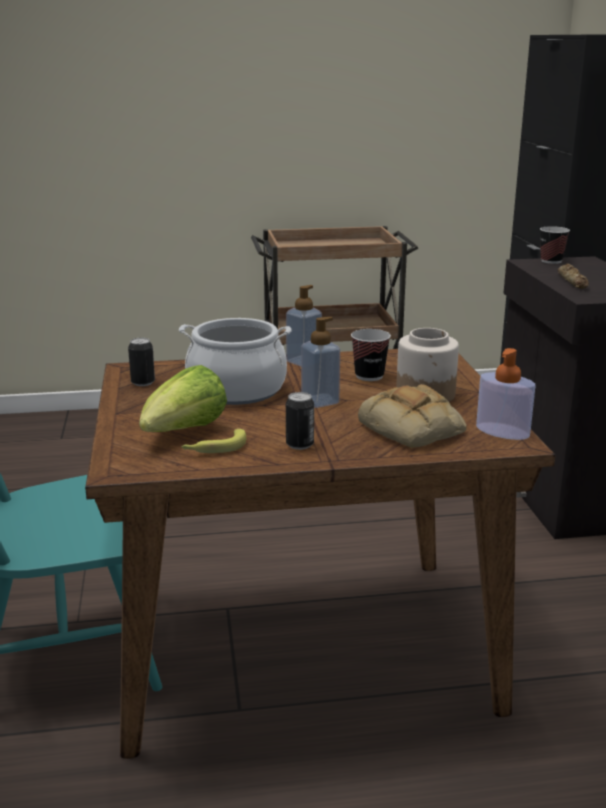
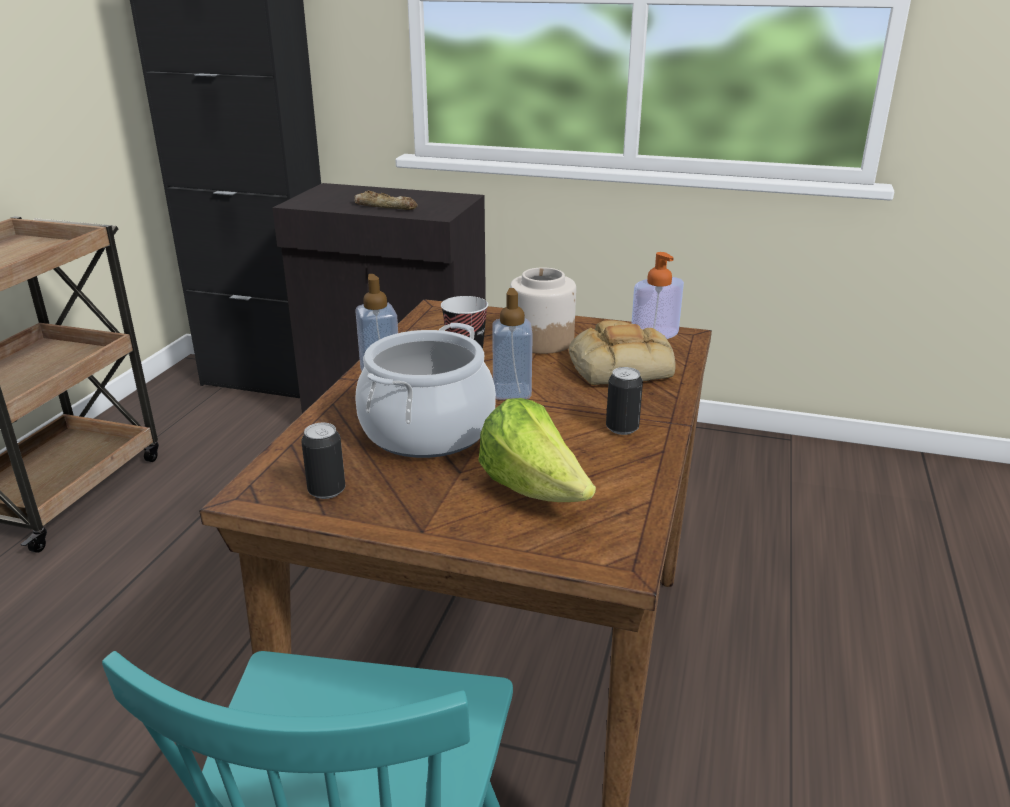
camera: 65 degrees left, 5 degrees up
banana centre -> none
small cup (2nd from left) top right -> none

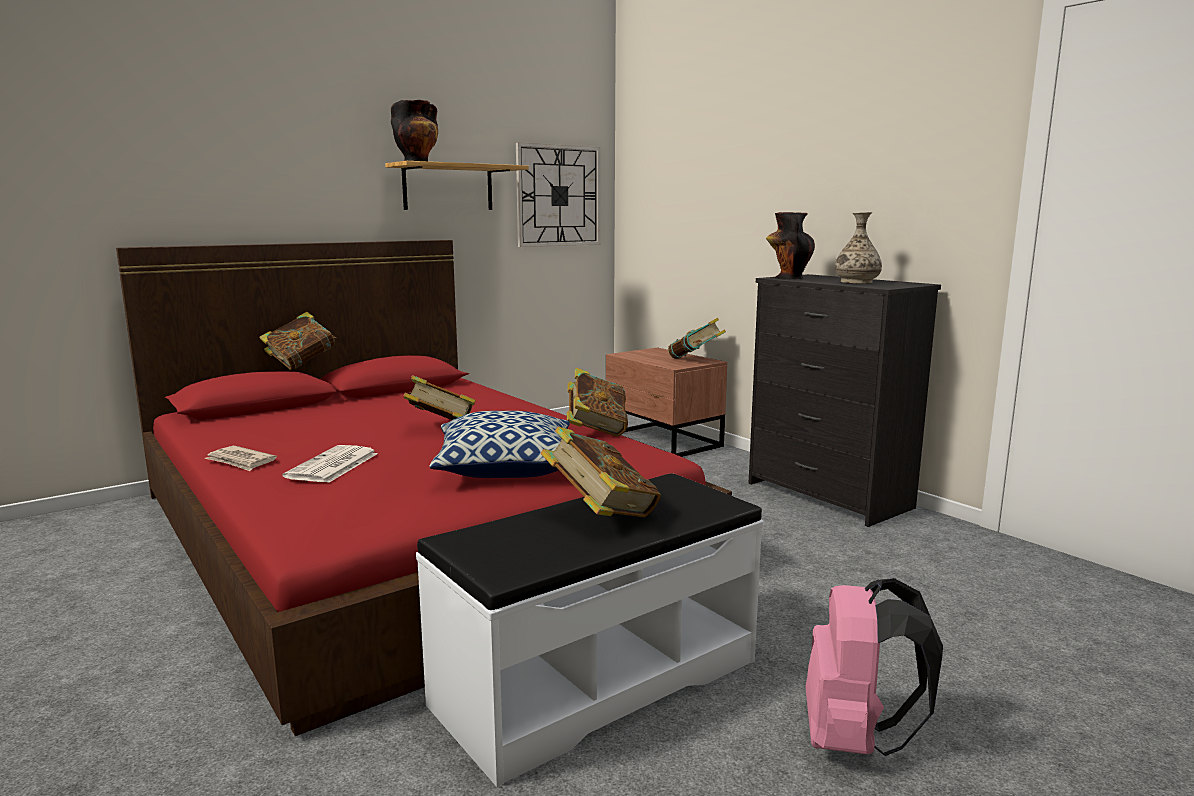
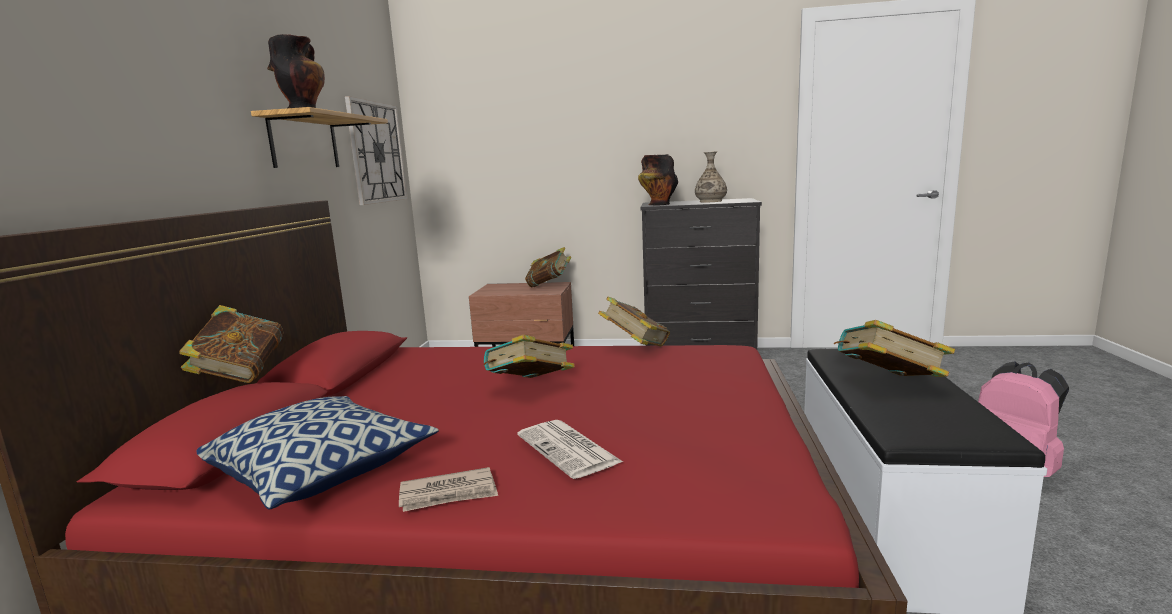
camera: 45 degrees left, 0 degrees up
pillow centre -> pillow bottom left, moved

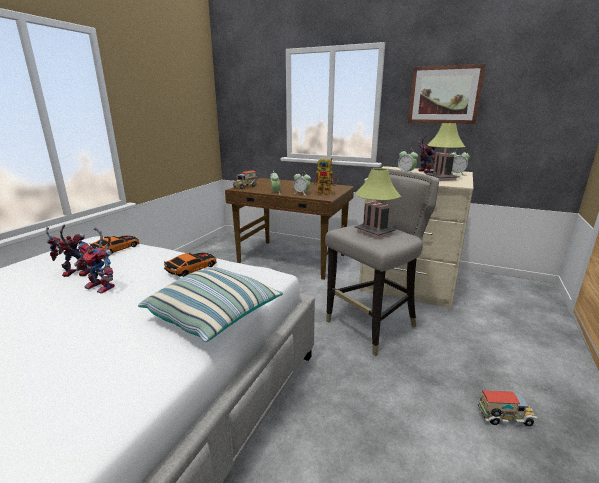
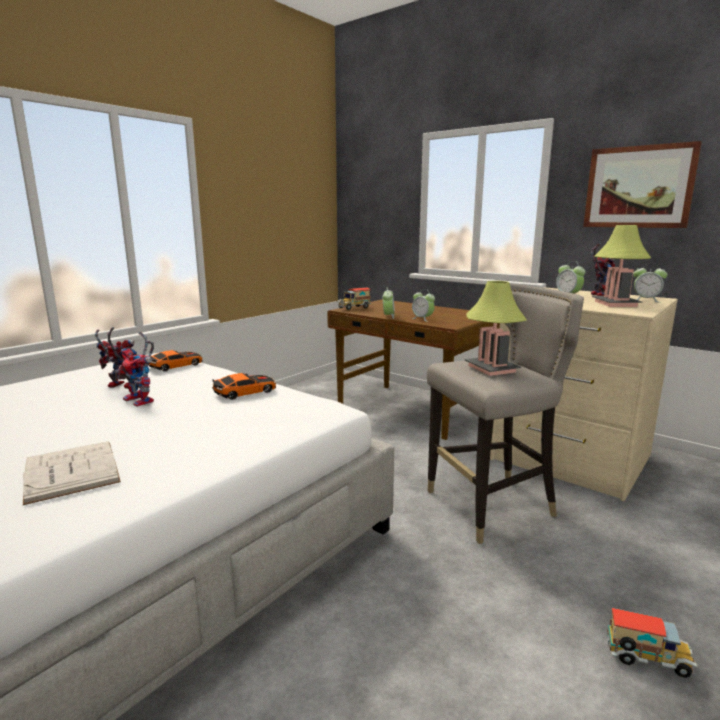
camera: 15 degrees right, 5 degrees down
pillow centre -> none
robot figure (3rd from left) centre -> none
none -> volume in white middle left

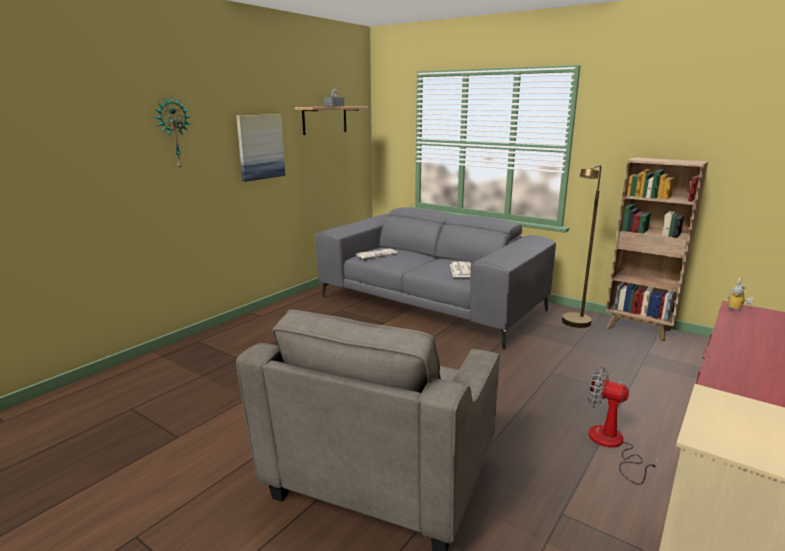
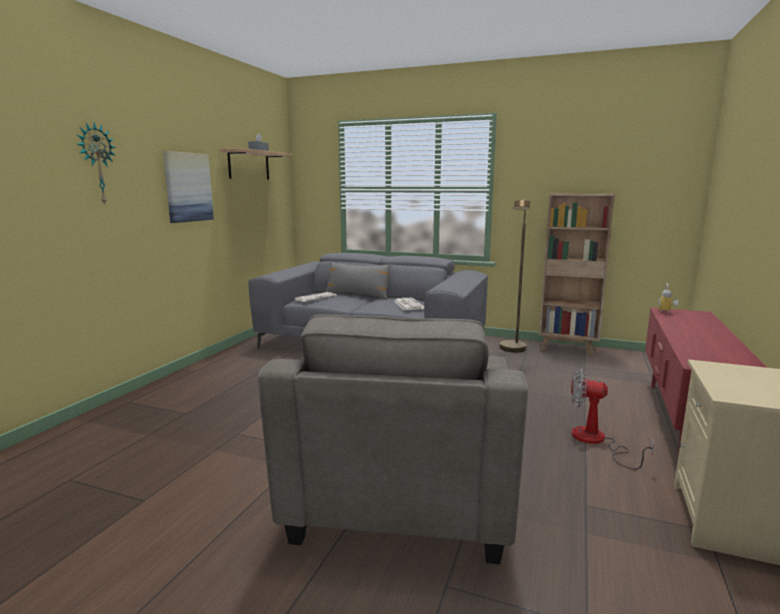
camera: 15 degrees left, 5 degrees down
none -> pillow in greyish centre

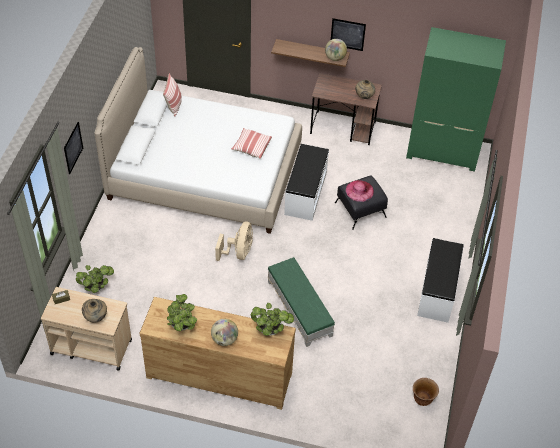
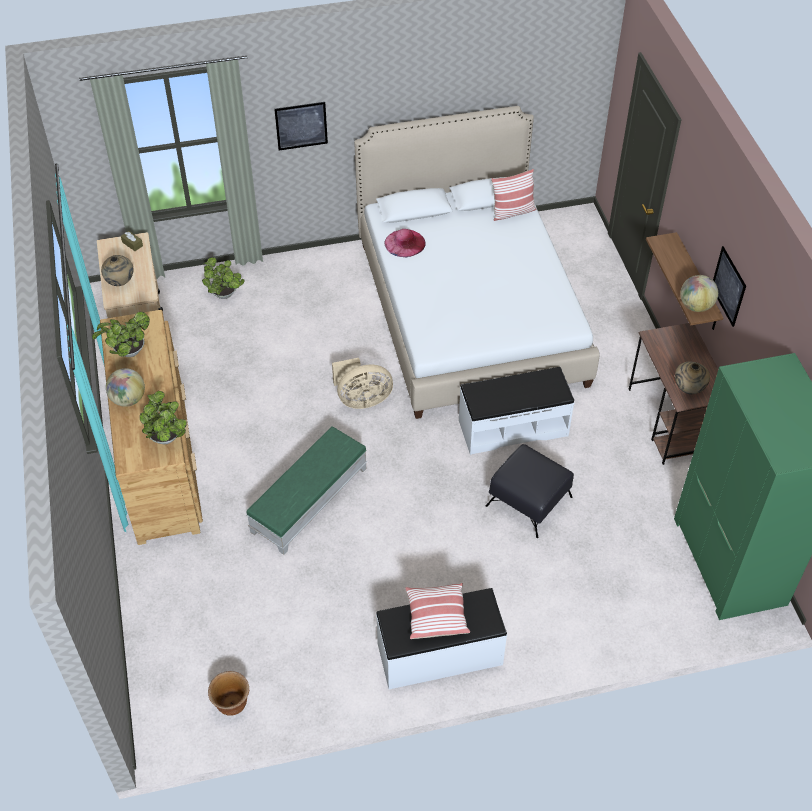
camera: 65 degrees right, 0 degrees up
pillow (2nd from left in the first image) top centre -> pillow (1st from left) bottom centre, moved
hat in pinkish centre -> hat in pinkish top centre, moved

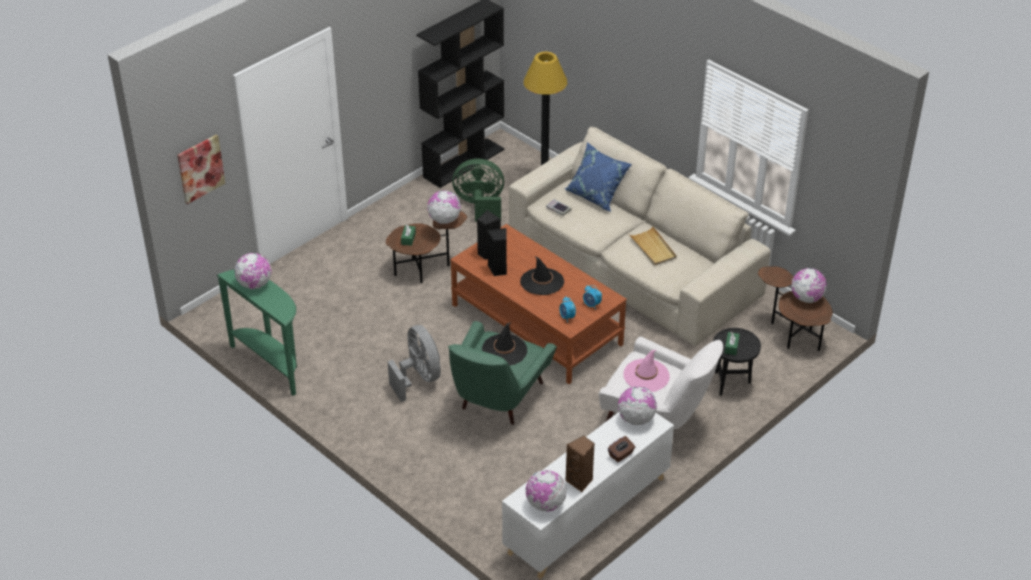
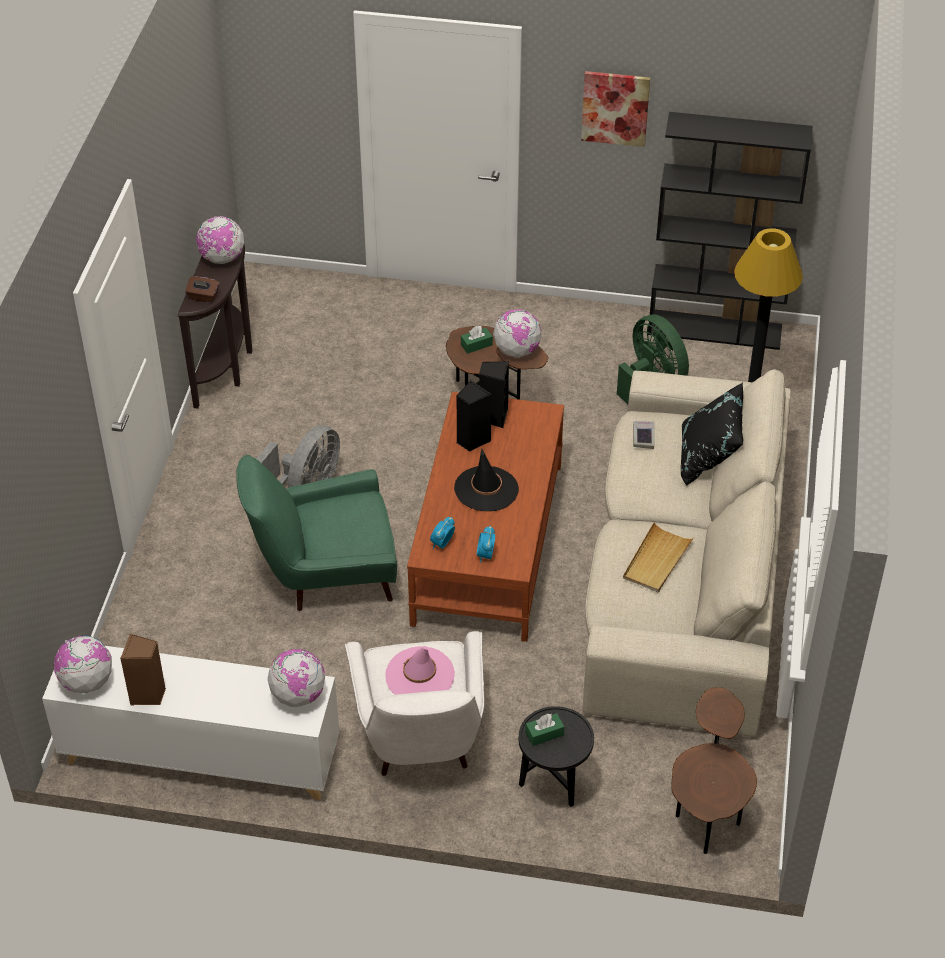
camera: 55 degrees right, 5 degrees up
hat in black (1st from left) centre -> none
globe (5th from left) middle right -> none
wall art top left -> wall art top centre, moved
box of tissues in brown-coloured bottom centre -> box of tissues in brown-coloured top left, moved
console table in green-coloured middle left -> console table in brown-coloured middle left
pillow in blue top centre -> pillow in black middle right

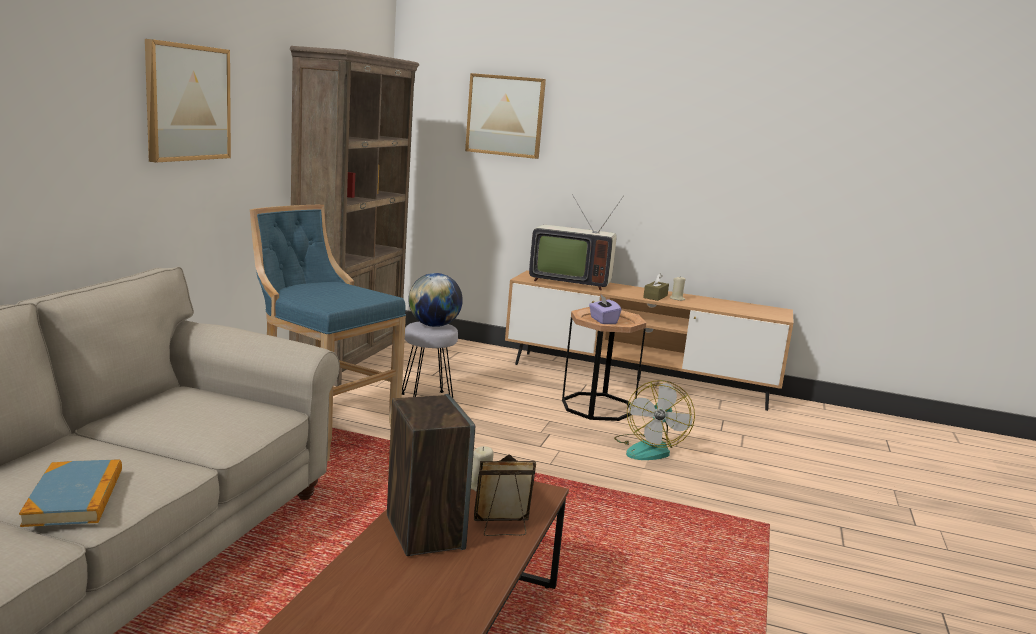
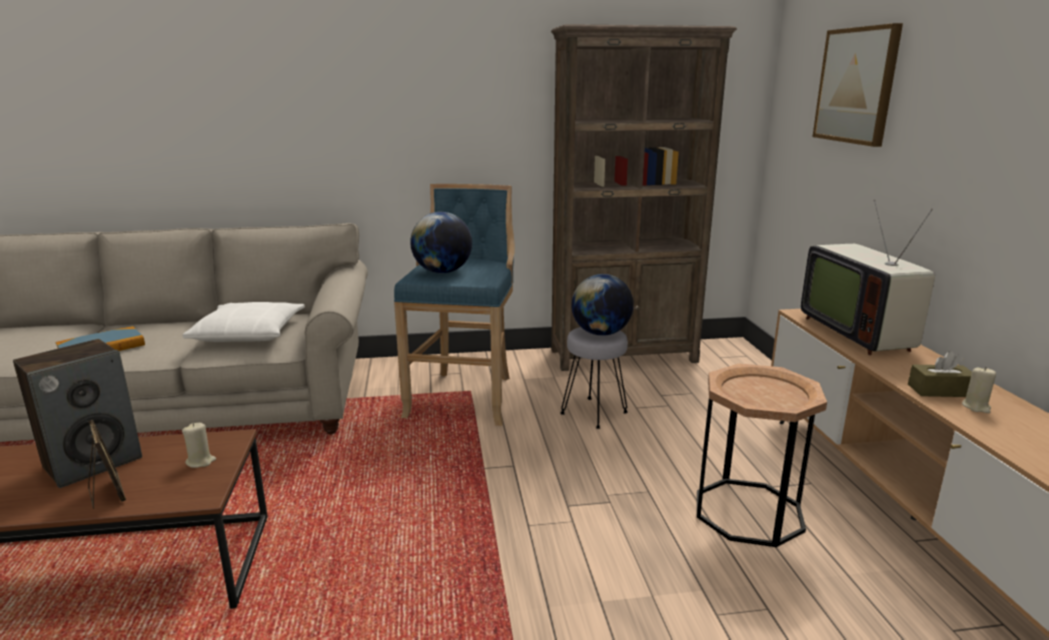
camera: 65 degrees right, 5 degrees up
wall art (1st from left) top left -> none
box of tissues in purple-coloured centre -> none
electric fan centre -> none
none -> pillow in white middle left
none -> globe (1st from left) centre

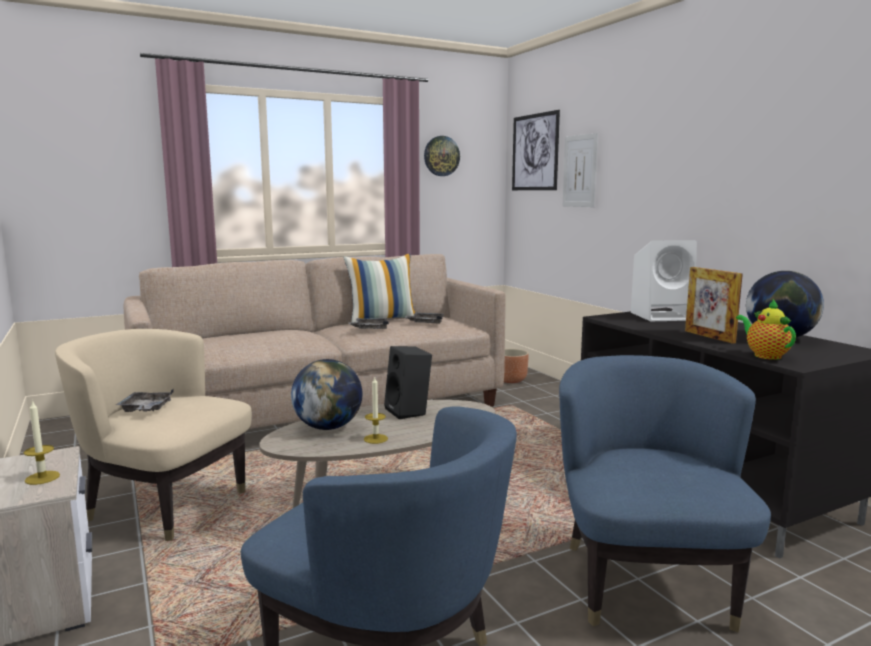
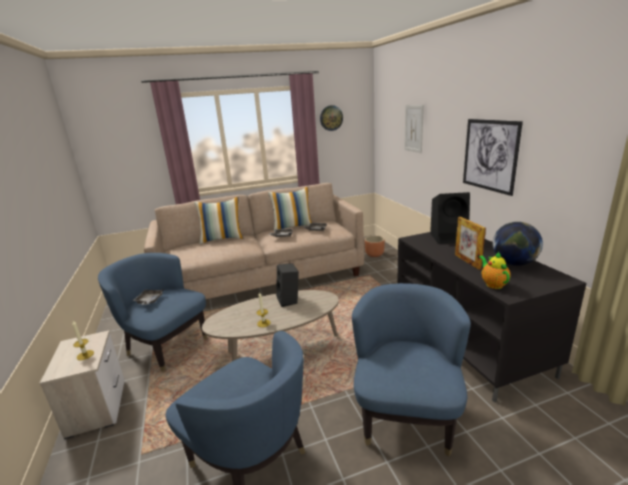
camera: 10 degrees right, 10 degrees up
globe (1st from left) centre -> none
none -> pillow (1st from left) centre
wall art (1st from left in the first image) top centre -> wall art (2nd from left) top right, moved
armchair in sand-coloured bottom left -> armchair in blue (1st from left) middle left
loudspeaker in white middle right -> loudspeaker in black (2nd from left) middle right

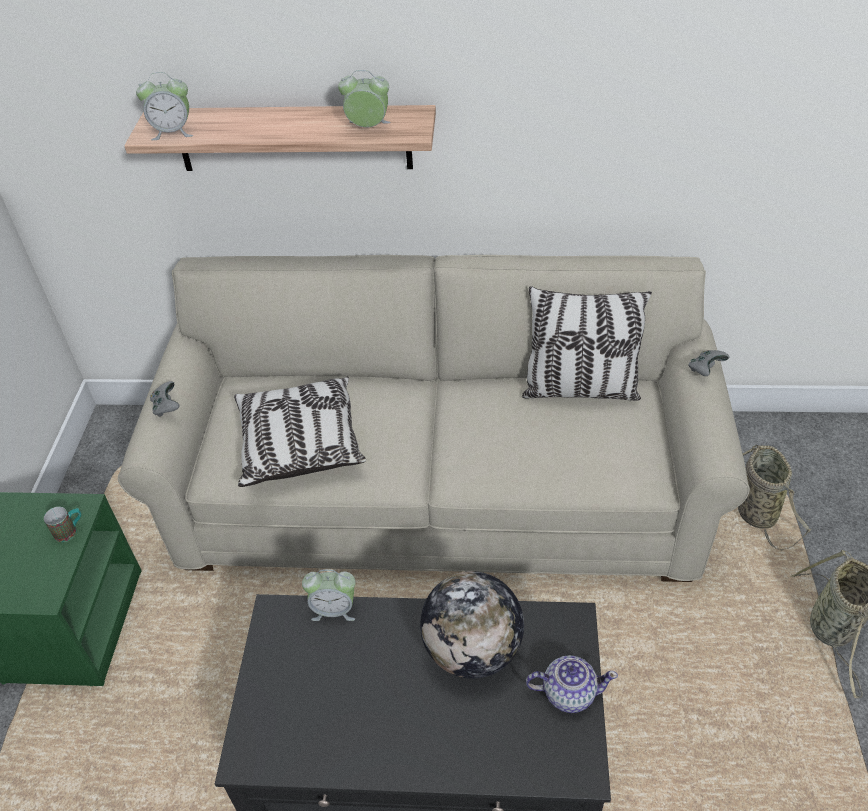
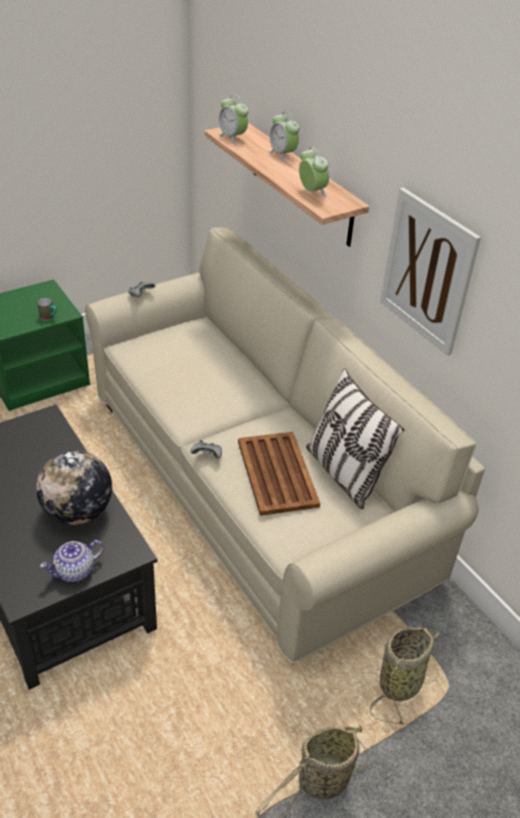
camera: 50 degrees right, 5 degrees down
pillow (1st from left) centre -> none
none -> carrying tray in brown-coloured centre
none -> wall art top right
alarm clock (2nd from left) bottom centre -> alarm clock (2nd from left) top centre, moved
game controller in greyish (2nd from left) middle right -> game controller in greyish (2nd from left) centre, moved
tea pot bottom centre -> tea pot bottom left, 90 degrees clockwise

